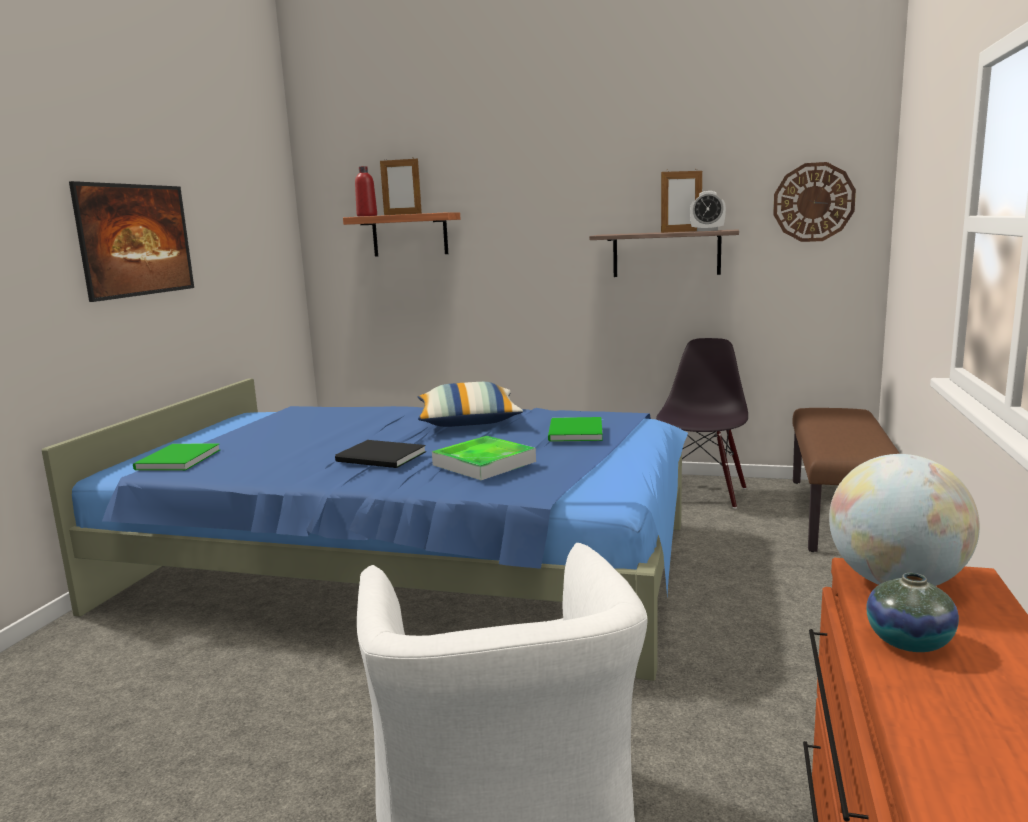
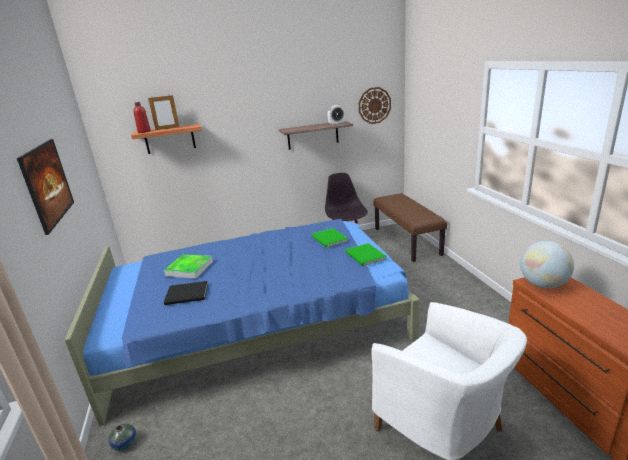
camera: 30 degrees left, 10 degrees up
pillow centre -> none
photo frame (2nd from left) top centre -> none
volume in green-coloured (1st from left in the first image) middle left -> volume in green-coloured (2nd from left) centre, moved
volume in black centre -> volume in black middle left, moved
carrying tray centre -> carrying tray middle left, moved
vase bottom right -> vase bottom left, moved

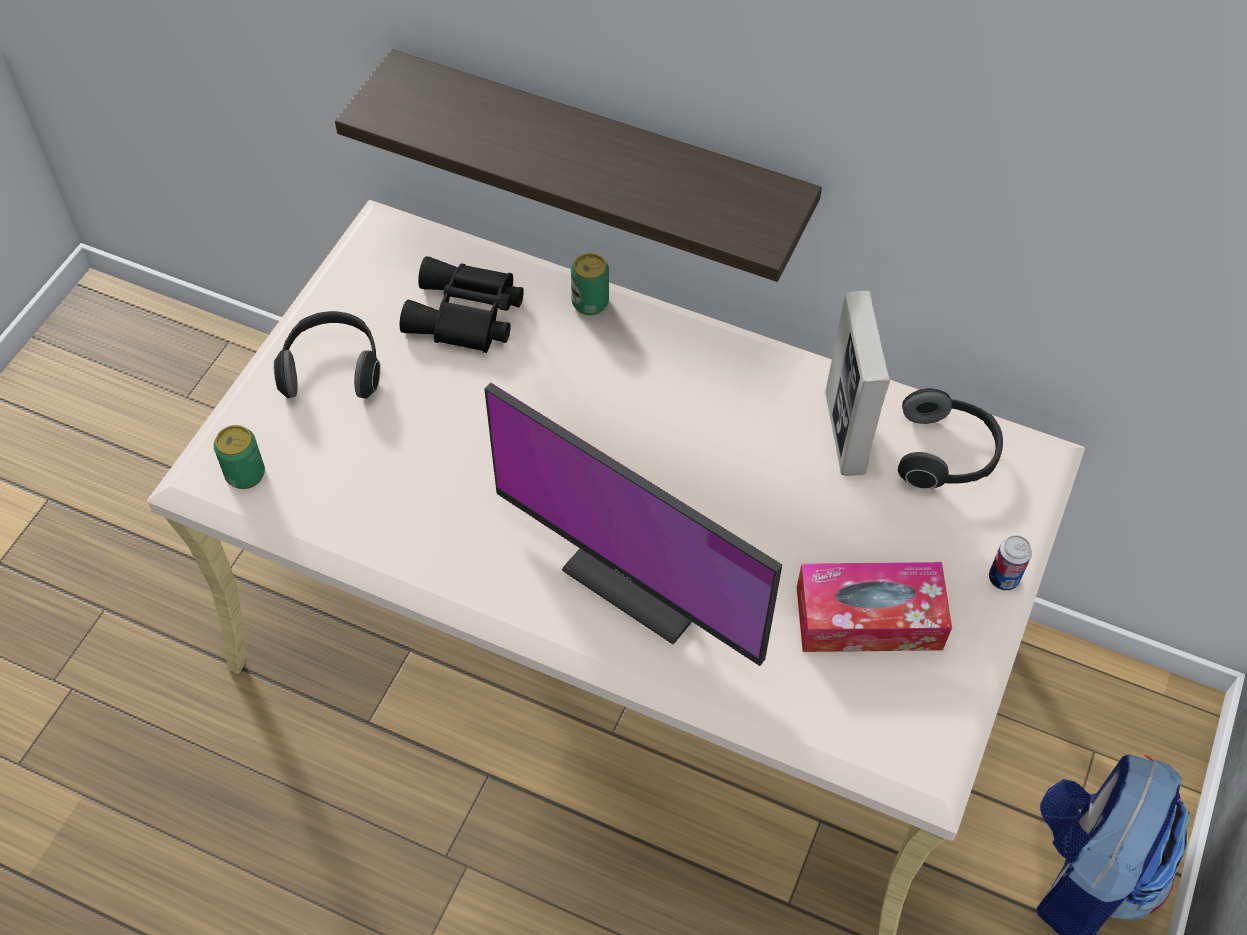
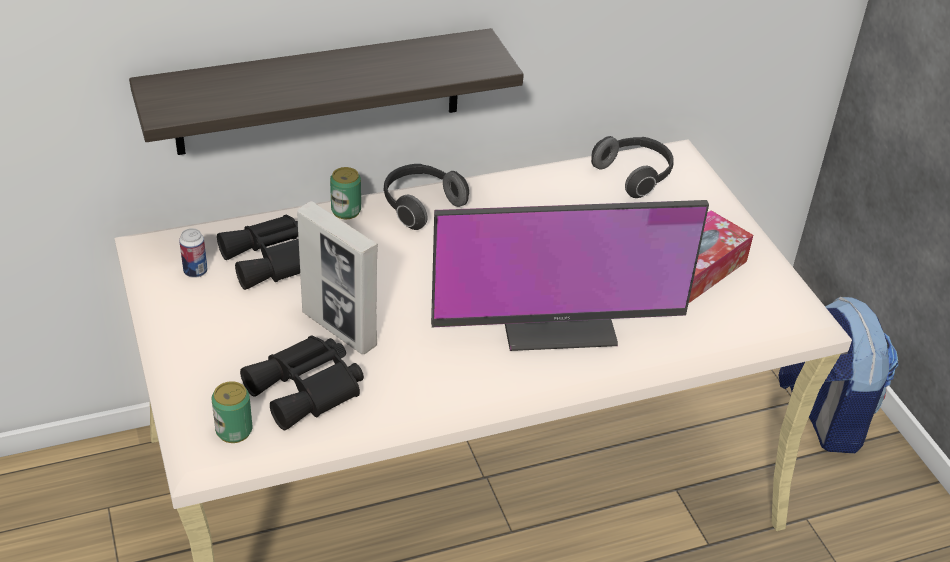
camera: 45 degrees left, 15 degrees down
none -> binoculars in black (2nd from left) bottom left
pair of headphones (1st from left) middle left -> pair of headphones (1st from left) centre, moved
photo frame middle right -> photo frame centre, moved
can (3rd from left in the first image) middle right -> can (1st from left) middle left, moved

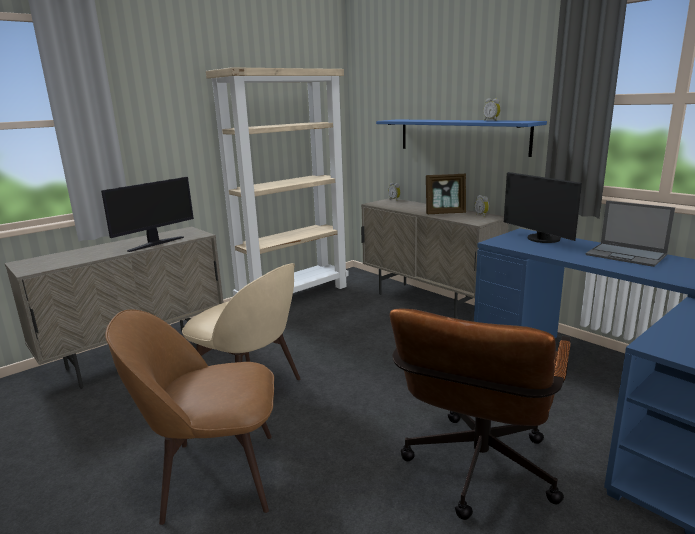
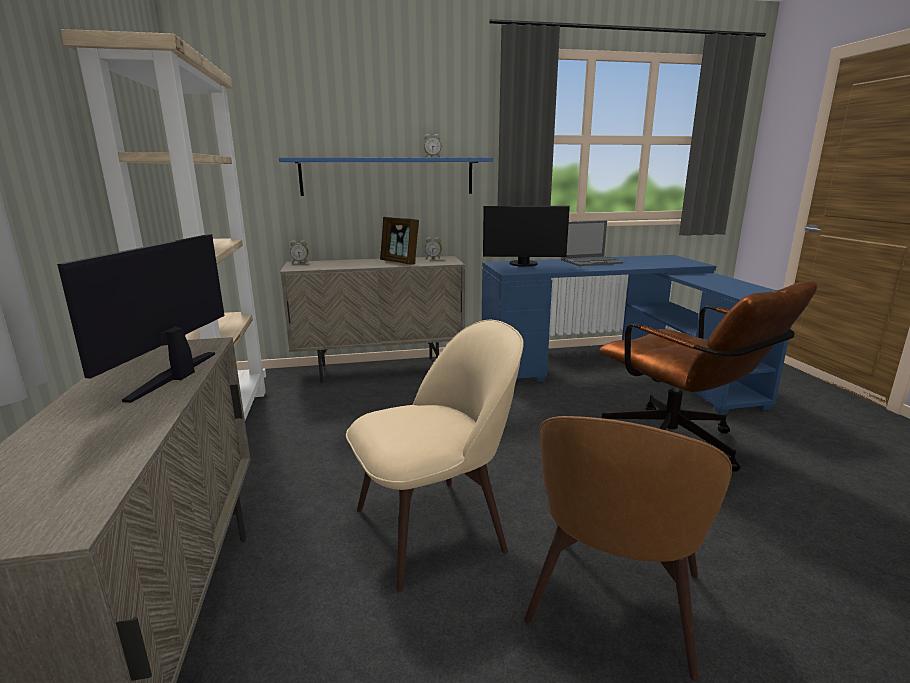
camera: 60 degrees left, 0 degrees up
computer screen (1st from left) middle left, 150 degrees counterclockwise
photo frame centre, 105 degrees clockwise

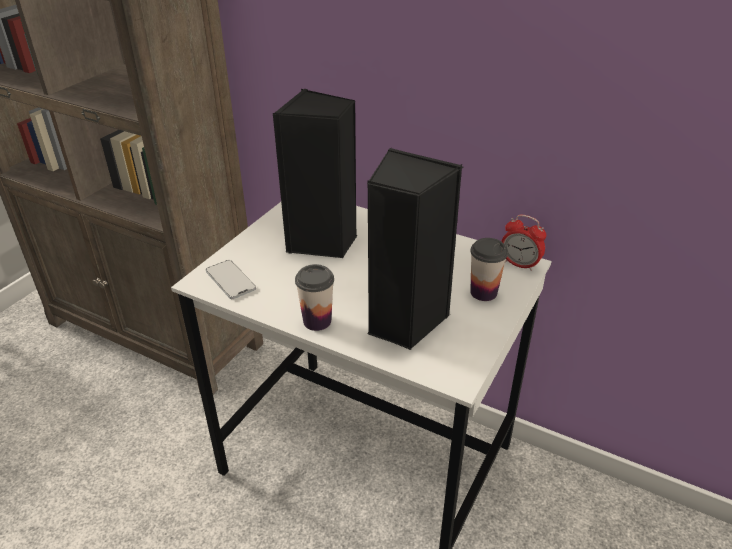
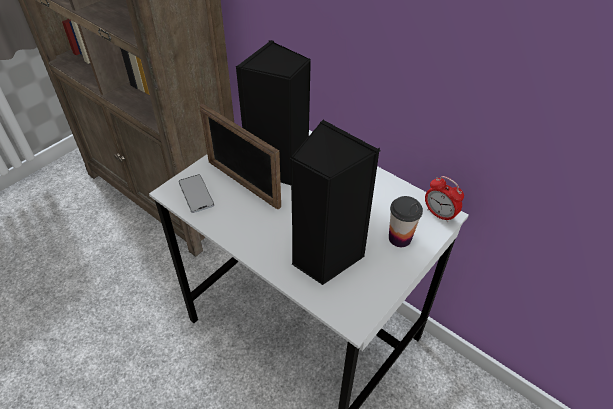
camera: 10 degrees right, 10 degrees up
small cup (1st from left) centre -> none
none -> photo frame centre

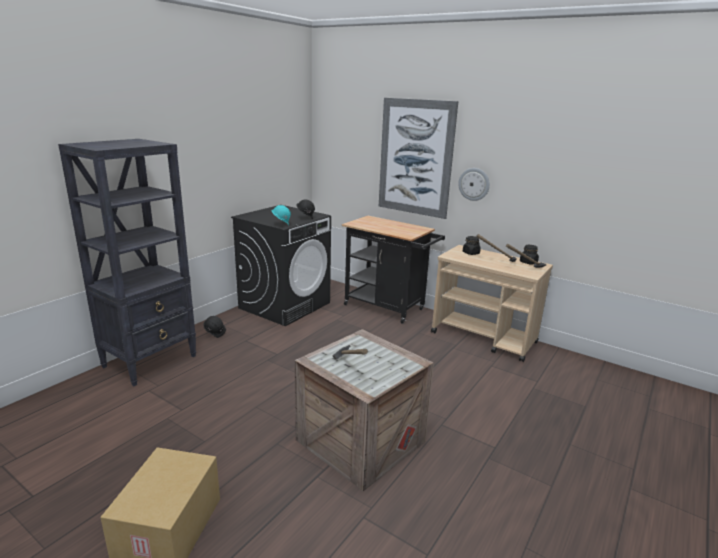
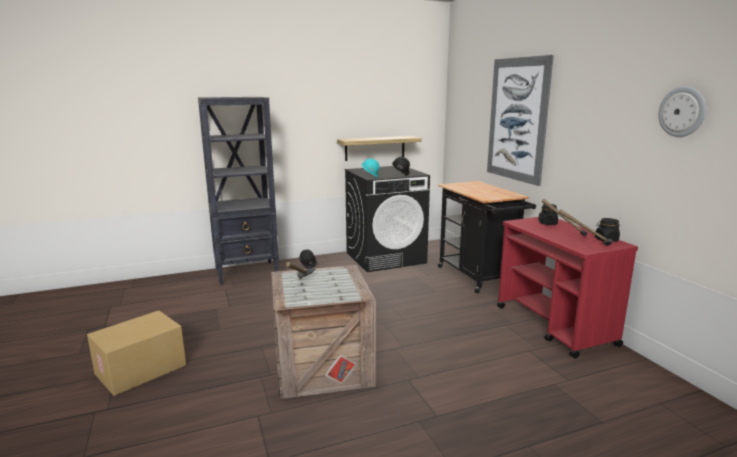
camera: 35 degrees right, 5 degrees down
none -> shelf top centre
wall clock top centre -> wall clock top right, moved
trolley in sand-coloured middle right -> trolley in reddish middle right

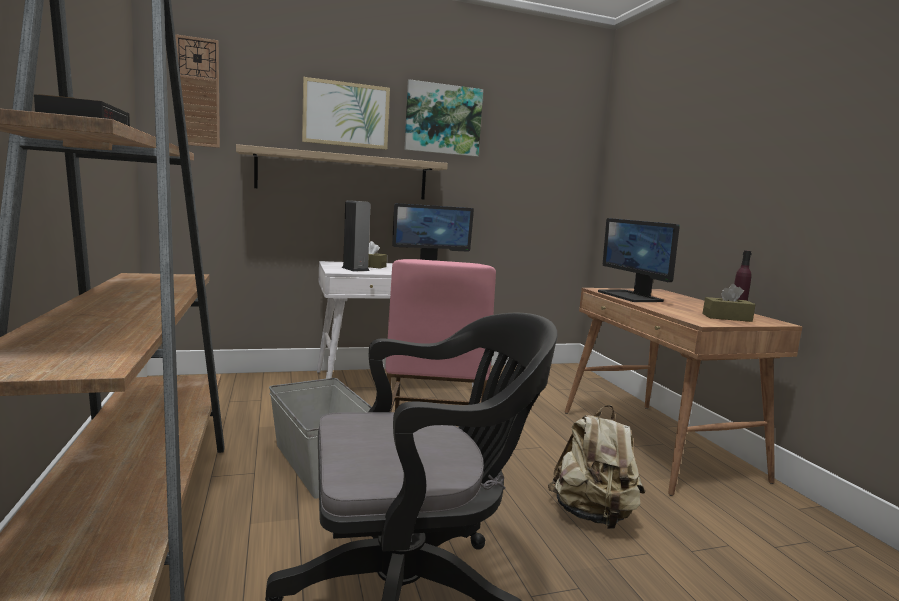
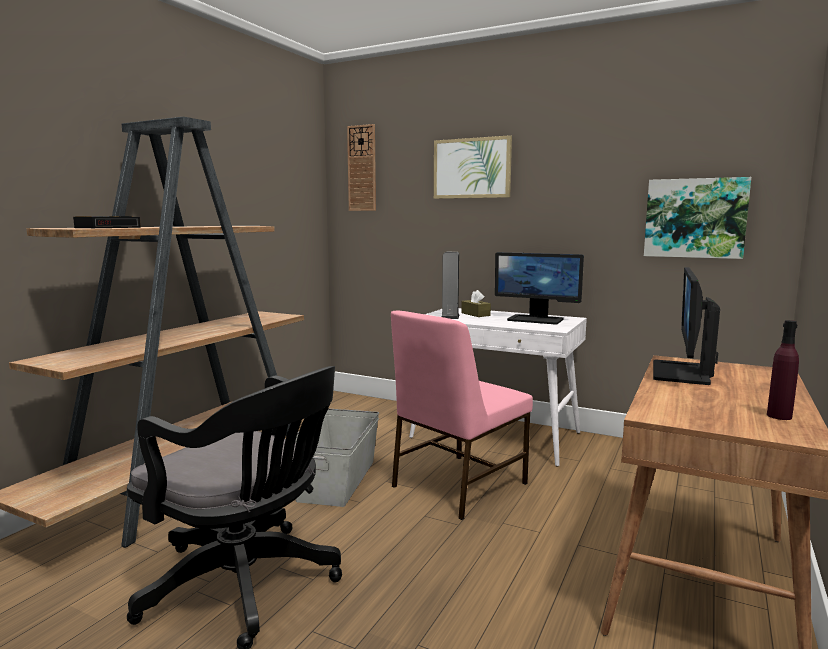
camera: 45 degrees right, 0 degrees up
shelf top centre -> none
backpack in sand-coloured bottom centre -> none
box of tissues in brown-coloured (2nd from left) middle right -> none
wall art (2nd from left) top centre -> wall art (2nd from left) middle right, moved

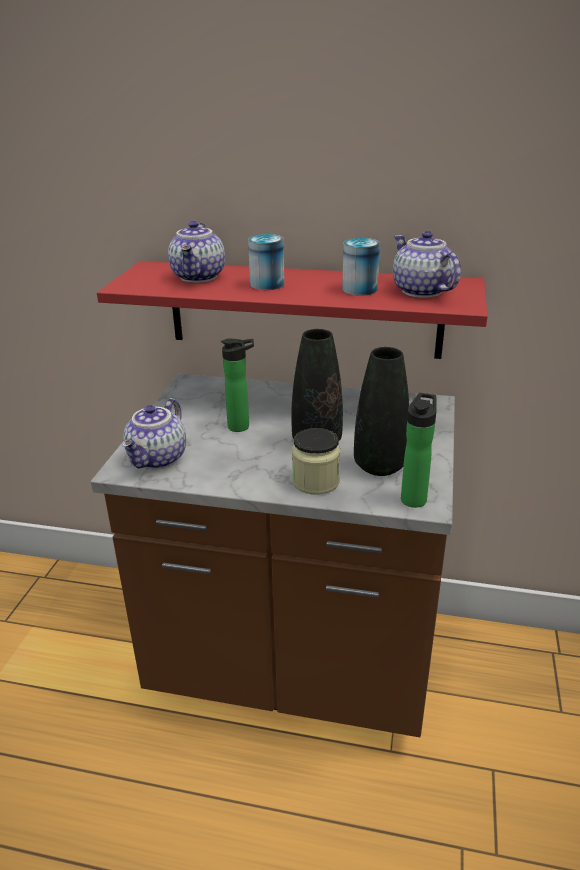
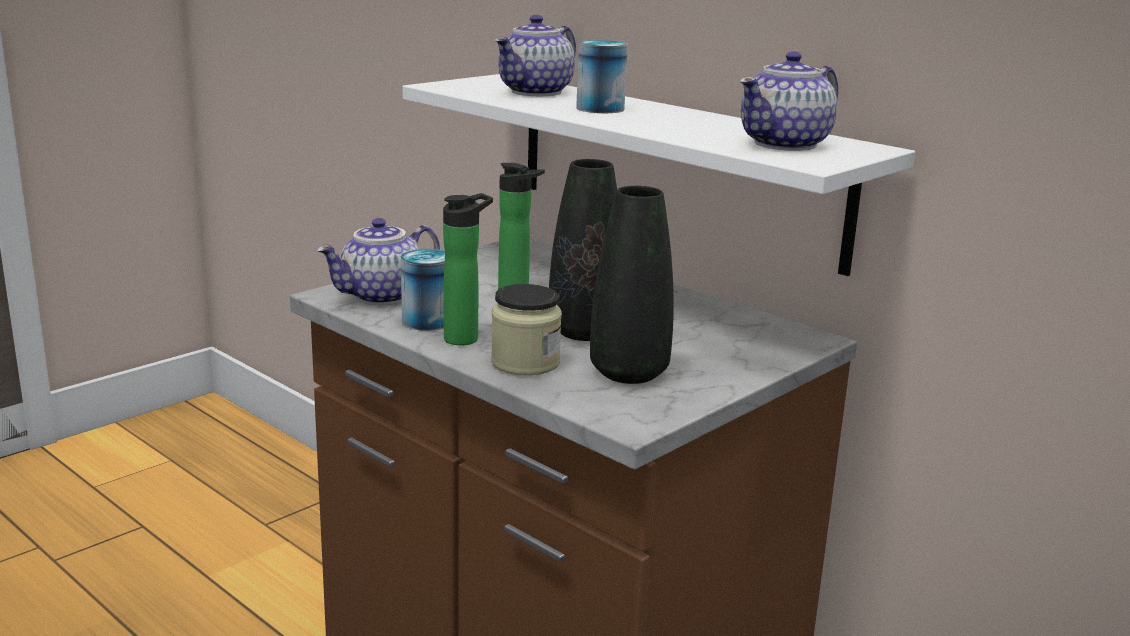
camera: 30 degrees right, 10 degrees down
can (2nd from left in the first image) top centre -> can (1st from left) centre, moved
drink bottle (2nd from left in the first image) middle right -> drink bottle (1st from left) centre, moved
shelf in reddish centre -> shelf in white top centre
tea pot (3rd from left) top right, 135 degrees counterclockwise

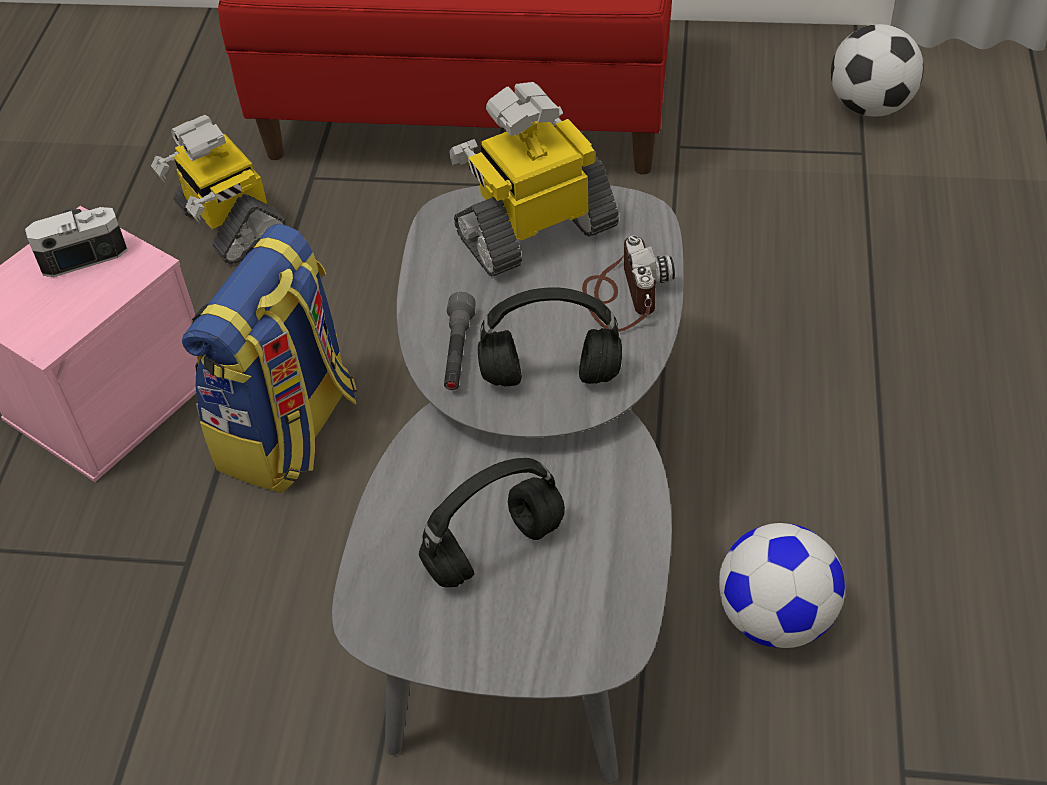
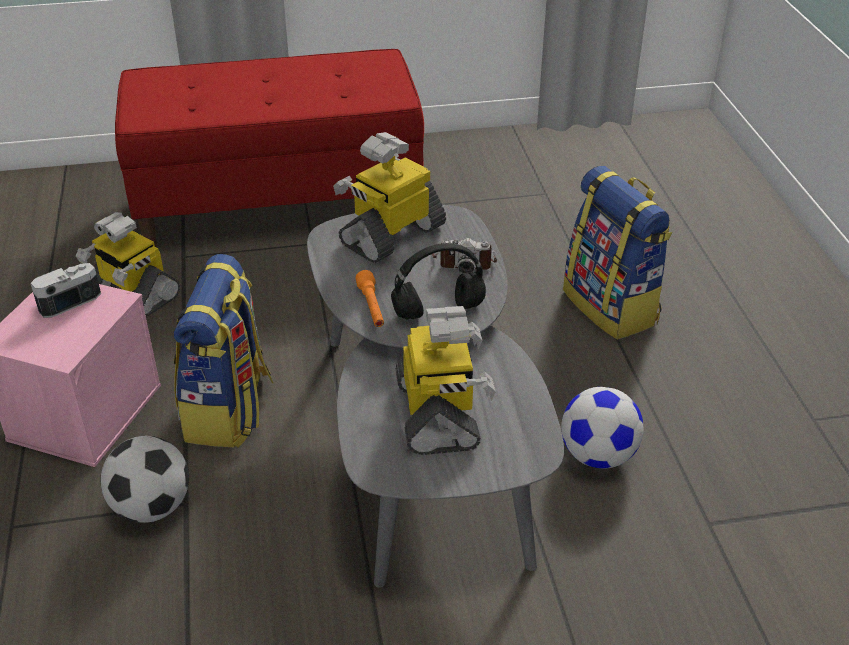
camera: 20 degrees left, 10 degrees down
none -> backpack (2nd from left) middle right
ball for football (2nd from left in the first image) top right -> ball for football (1st from left) bottom left, moved
pair of headphones in black (1st from left) centre -> robot figure (3rd from left) centre
torch in greyish centre -> torch in orangey centre
still camera (2nd from left) centre, 120 degrees clockwise

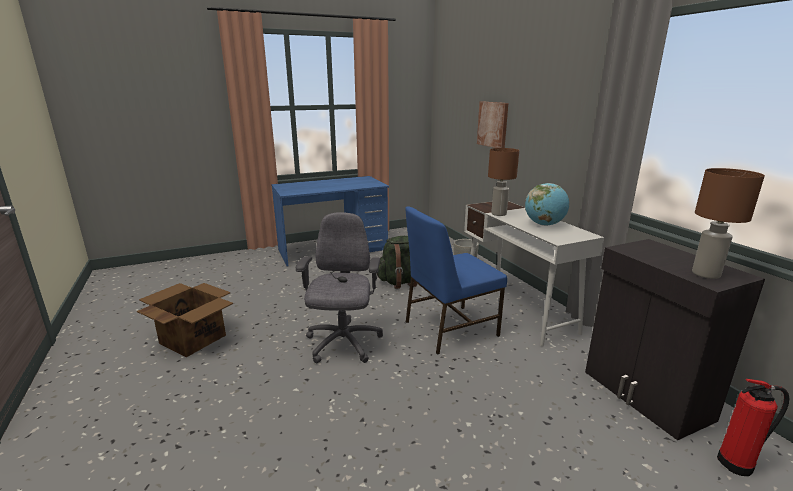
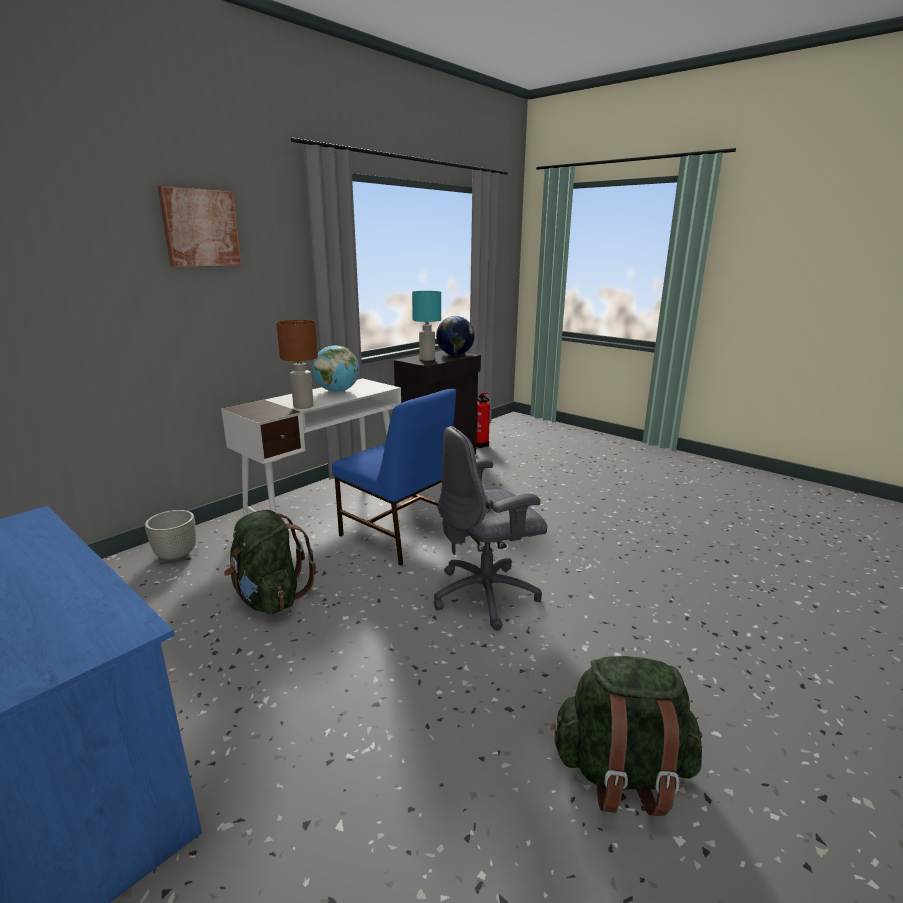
camera: 115 degrees left, 0 degrees up
none -> table lamp in blue-green centre
wall art top centre -> wall art top left, moved
packing box middle left -> backpack in green-coloured (2nd from left) bottom right
table lamp in brown-coloured (2nd from left) middle right -> globe (2nd from left) centre

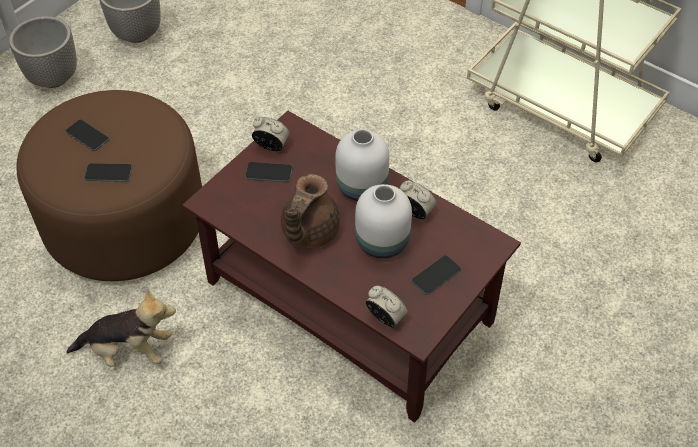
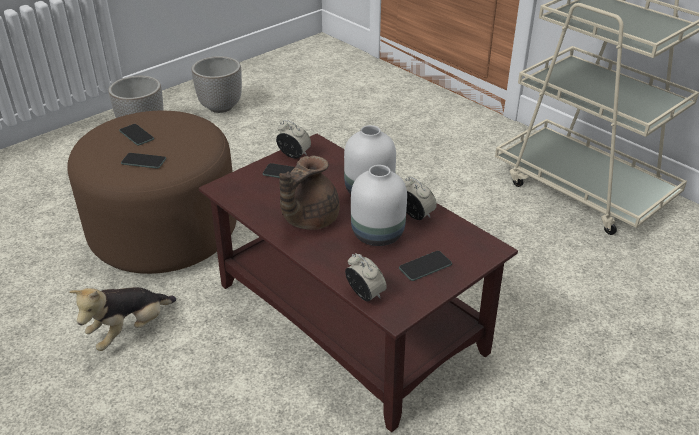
camera: 10 degrees right, 15 degrees down
cuddly toy bottom left, 120 degrees clockwise

